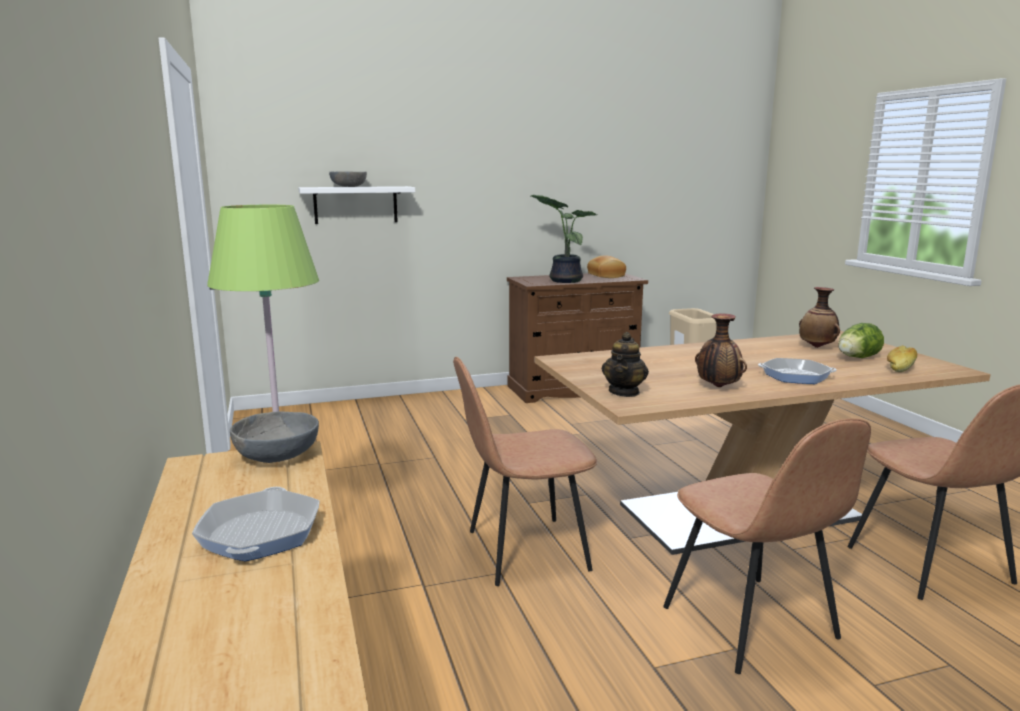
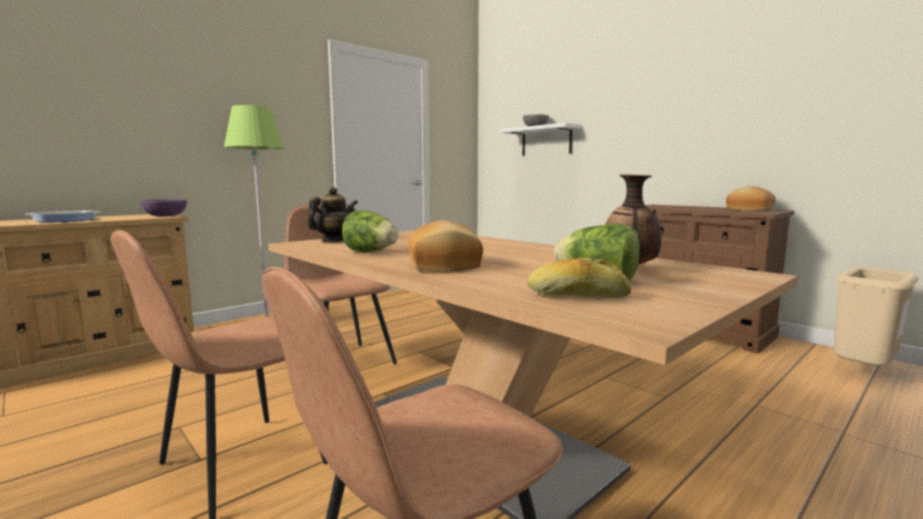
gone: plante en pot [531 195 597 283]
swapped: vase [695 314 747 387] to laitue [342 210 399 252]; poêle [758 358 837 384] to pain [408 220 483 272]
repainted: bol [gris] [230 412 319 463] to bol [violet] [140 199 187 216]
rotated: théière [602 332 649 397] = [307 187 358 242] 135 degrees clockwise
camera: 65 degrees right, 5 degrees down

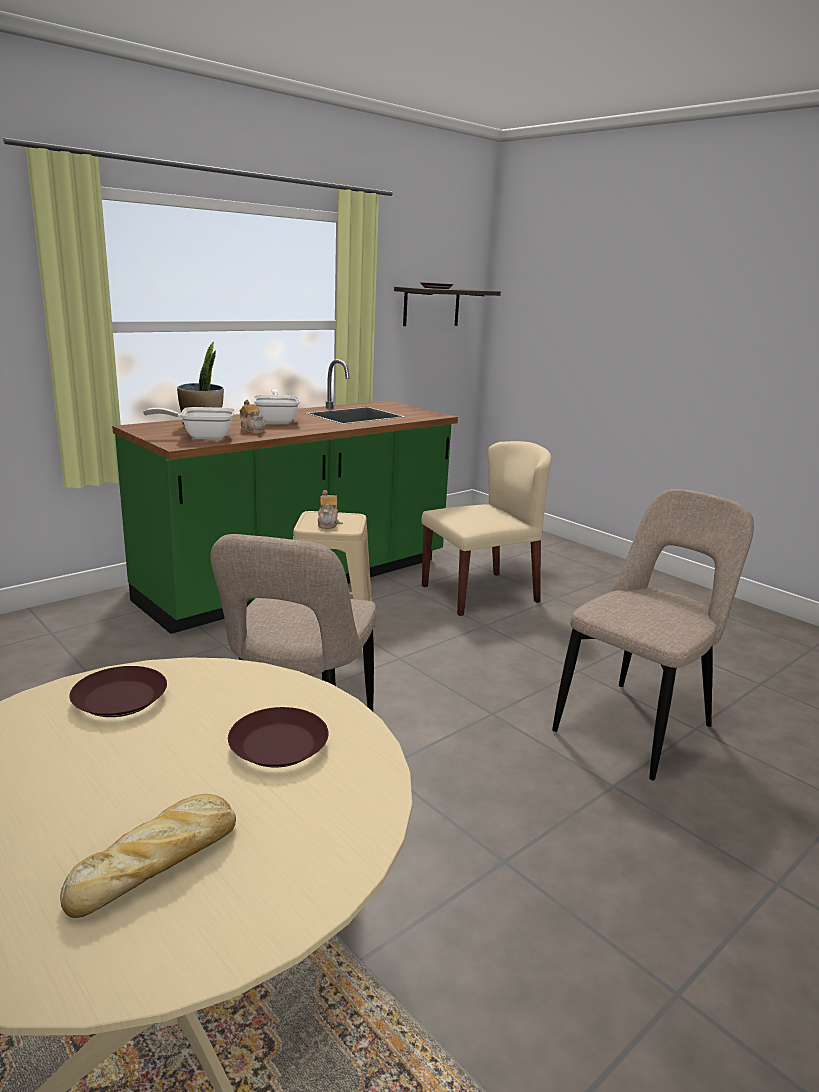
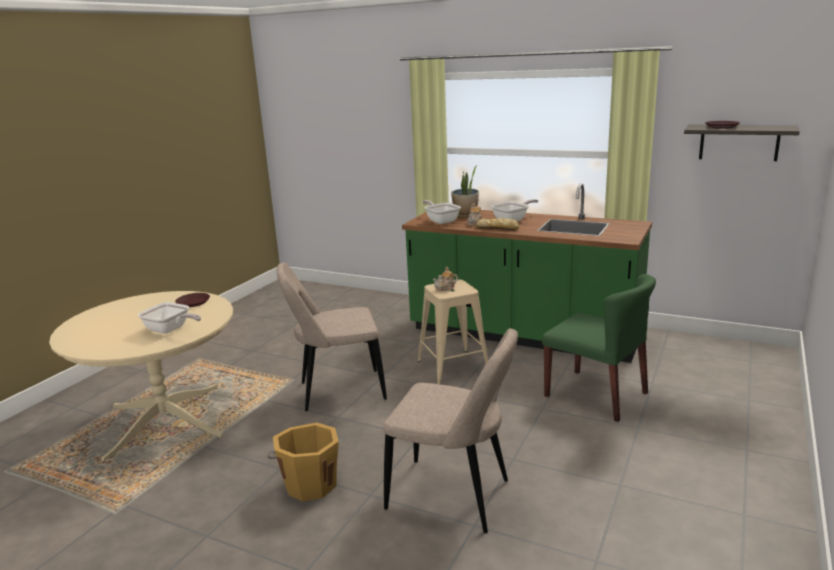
new: seau [orange] [267 423 345 501]
shifted: pain [60 794 236 918] to [476 218 519 230]
swapped: assiette [marron] [228 707 329 767] to poêle [137 302 201 334]
repainted: chaise [beige] [421 441 552 616] to chaise [vert] [542 274 656 422]
camera: 70 degrees right, 0 degrees up

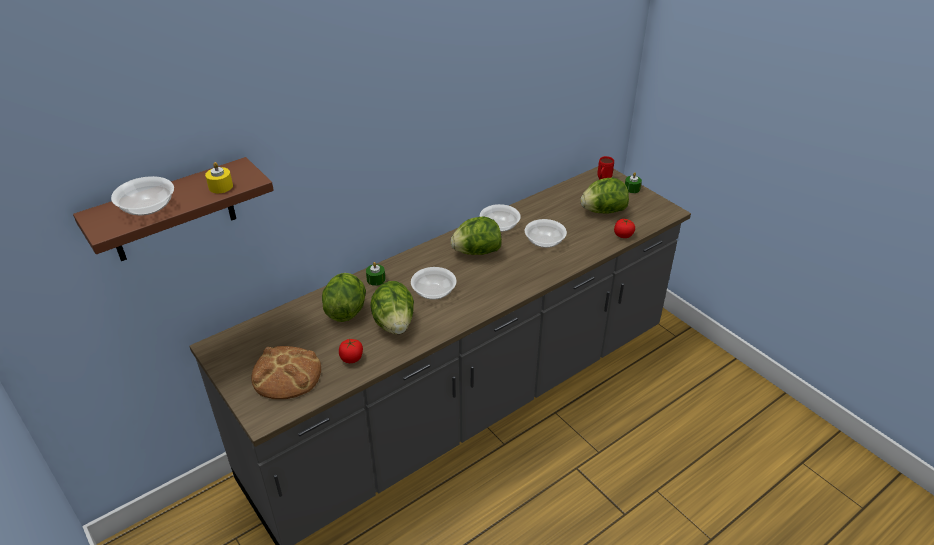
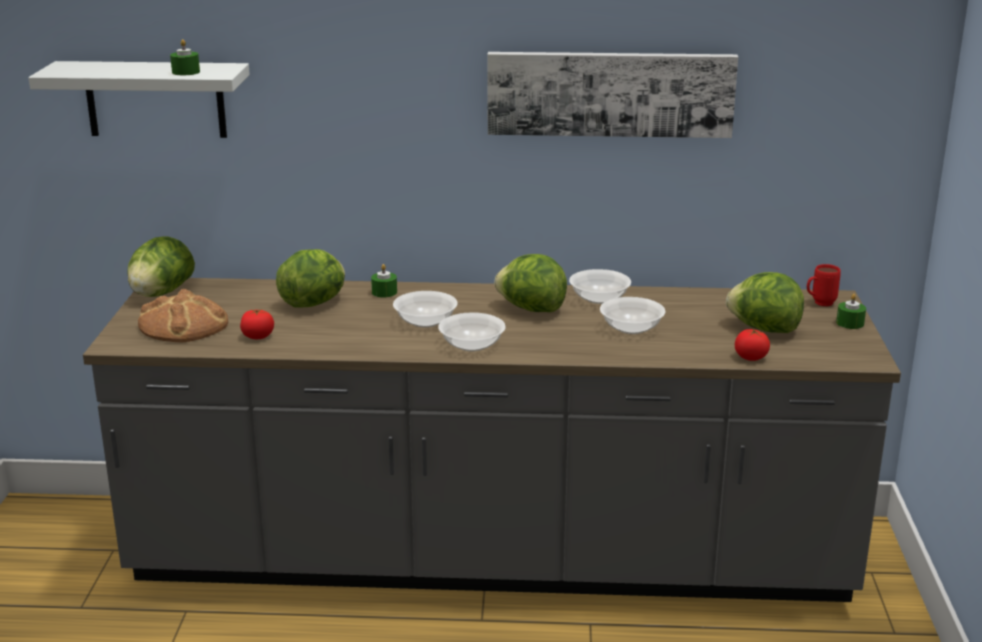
new: tableau [488 52 738 138]
shifted: bol [111 176 174 215] to [438 312 506 352]; laitue [370 281 414 334] to [127 236 195 297]
repainted: étagère [marron] [73 157 274 261] to étagère [blanc] [28 61 250 138]; bougie [jaune] [205 162 233 193] to bougie [vert] [170 39 200 75]
camera: 40 degrees right, 15 degrees down

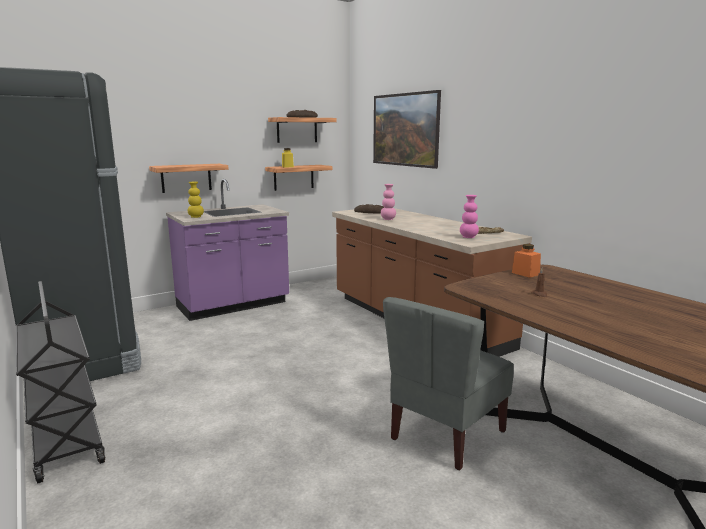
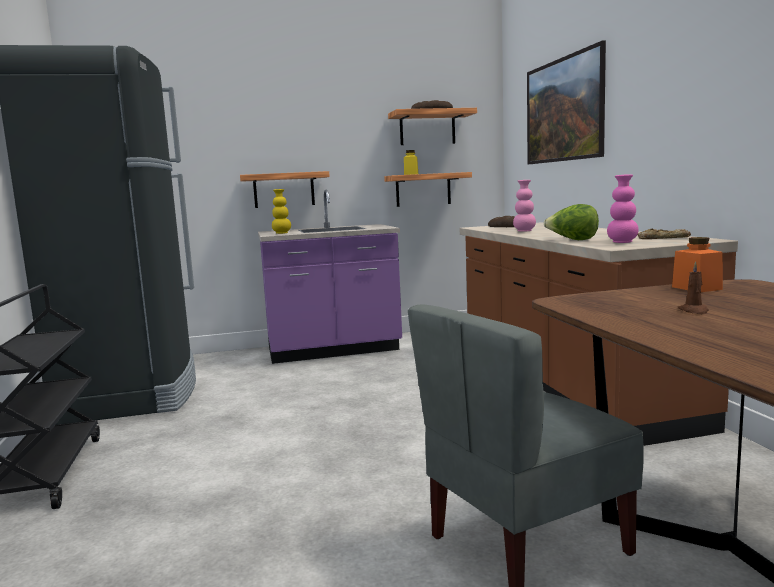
new: laitue [544 204 599 240]
camera: 20 degrees right, 5 degrees down

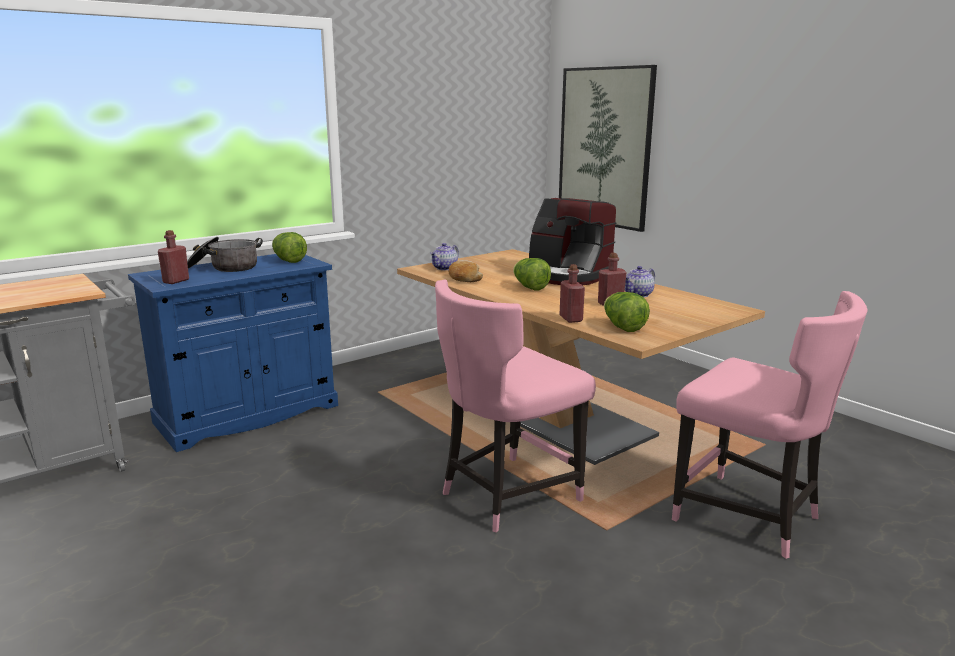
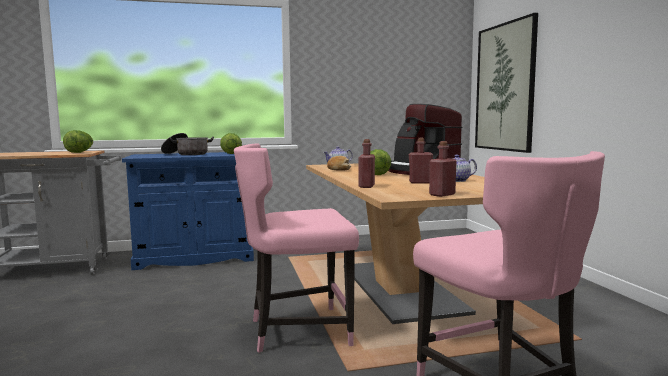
shifted: bouteille [rouge] [158 230 189 284] to [429 141 457 197]; laitue [604 292 650 332] to [63 130 93 153]
camera: 25 degrees right, 10 degrees down

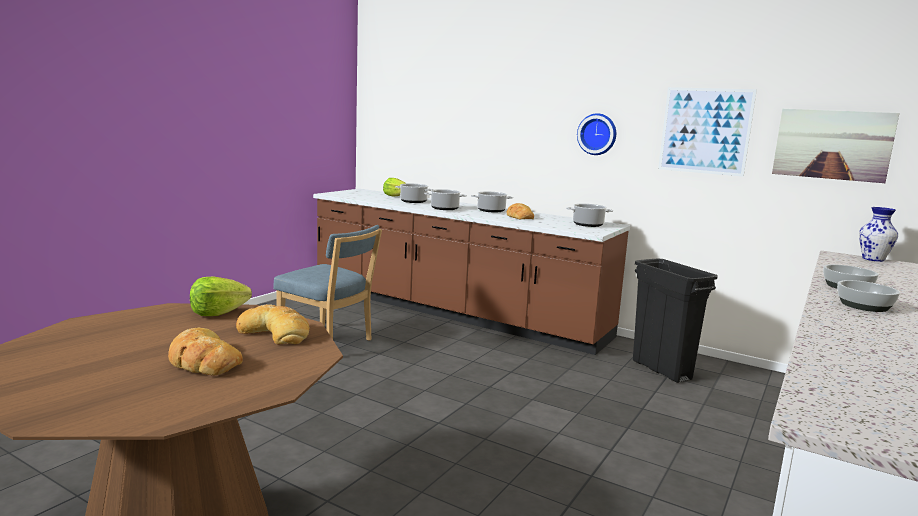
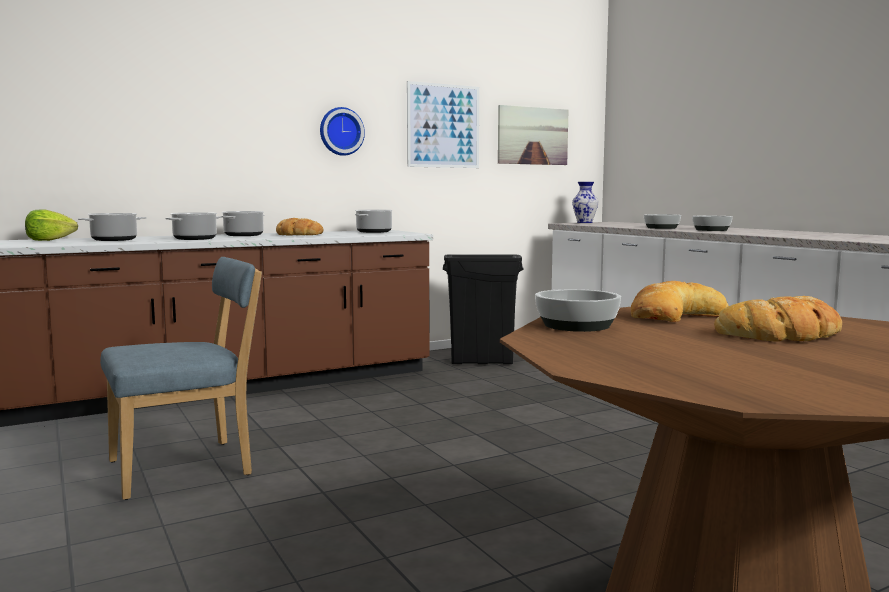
swapped: laitue [190 277 252 316] to bol [535 289 621 332]
camera: 60 degrees left, 5 degrees down

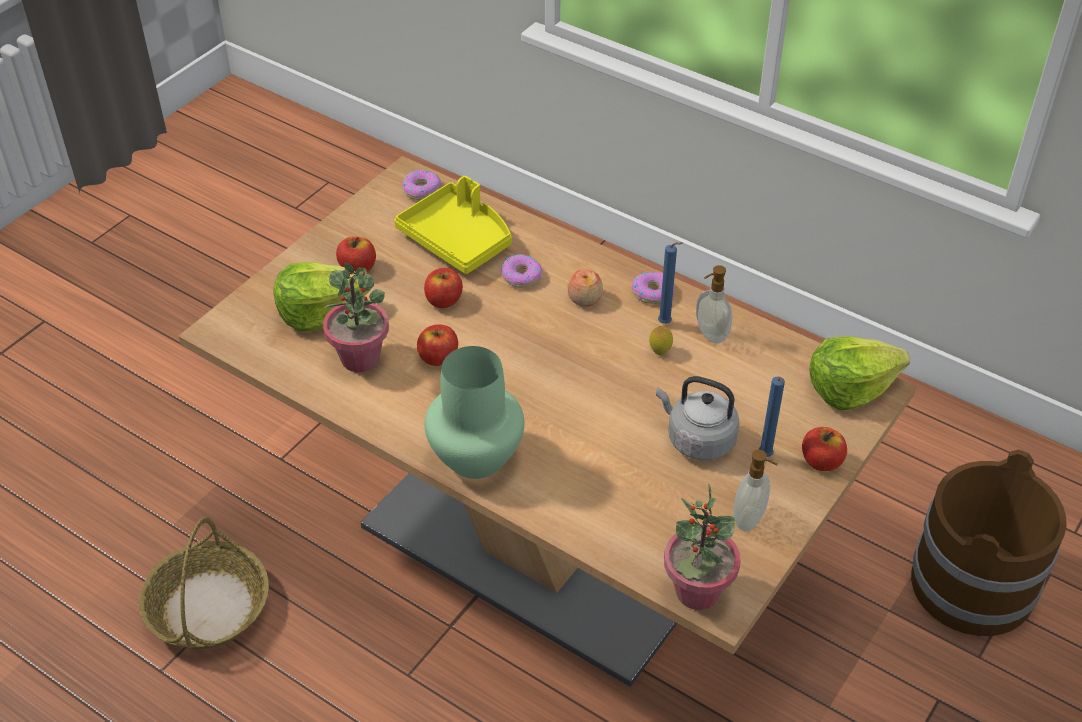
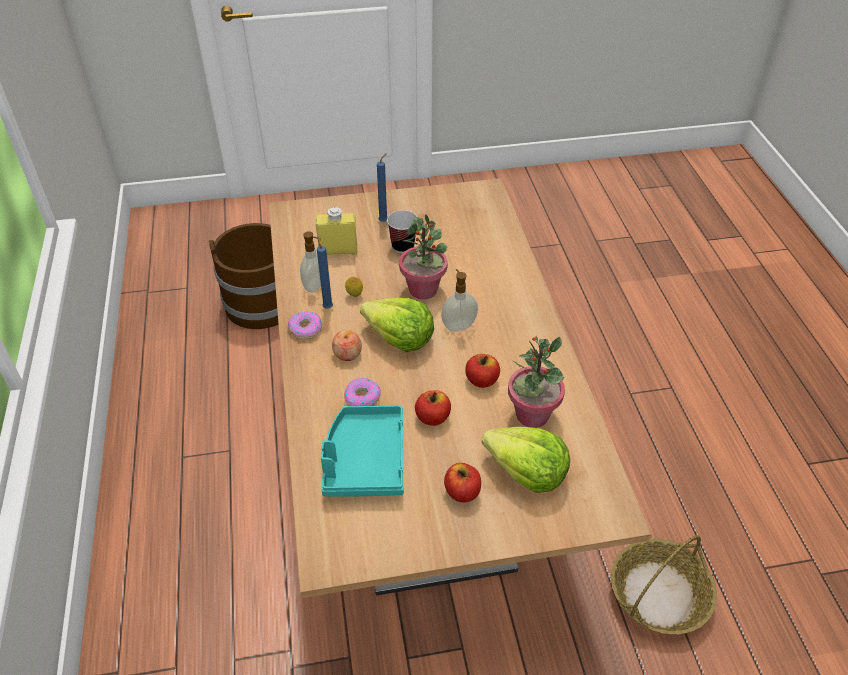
gone: beignet [402 170 441 200]; vase [vert] [424 346 524 479]; pomme [802 427 847 471]
new: bouteille [jaune] [316 207 357 255]
shifted: laitue [809 336 910 410] to [360 298 434 352]; distributeur de savon [733 449 778 531] to [441 269 478 331]; plante en pot [664 484 741 610] to [399 214 448 299]
swapped: bouilloire [gris] [656 376 739 460] to tasse [387 210 417 253]
repainted: plateau [jaune] [394 176 512 274] to plateau [turquoise] [321 406 404 497]
camera: 135 degrees left, 0 degrees up

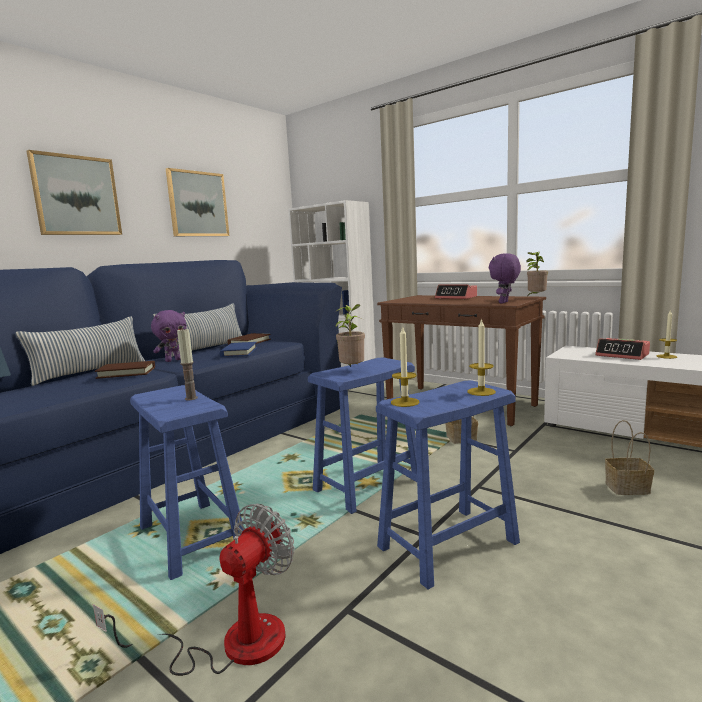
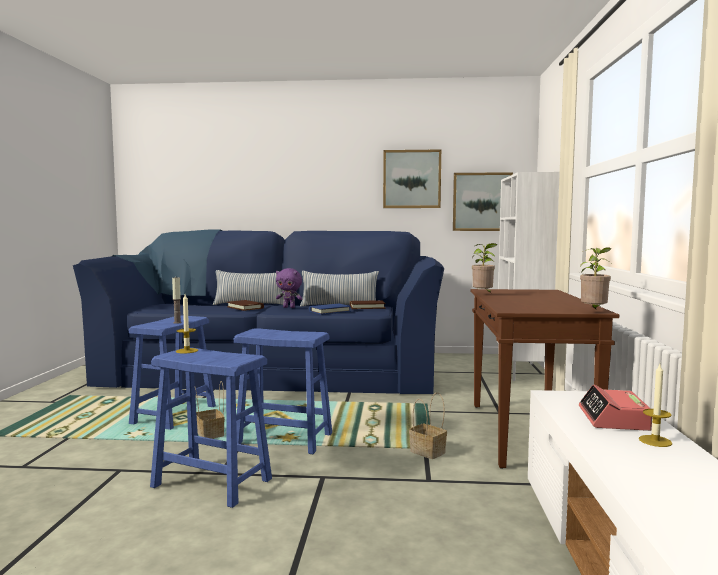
gone: peluche [violet] [489 253 521 304]; réveil [435 284 477 299]; bougie [467 318 496 396]; ventilateur [93 504 294 676]
shifted: tableau [27 150 122 235] to [453 172 513 231]; plante en pot [335 304 365 367] to [472 243 497 293]; panier [605 420 654 495] to [195 381 225 439]
camera: 55 degrees right, 5 degrees down

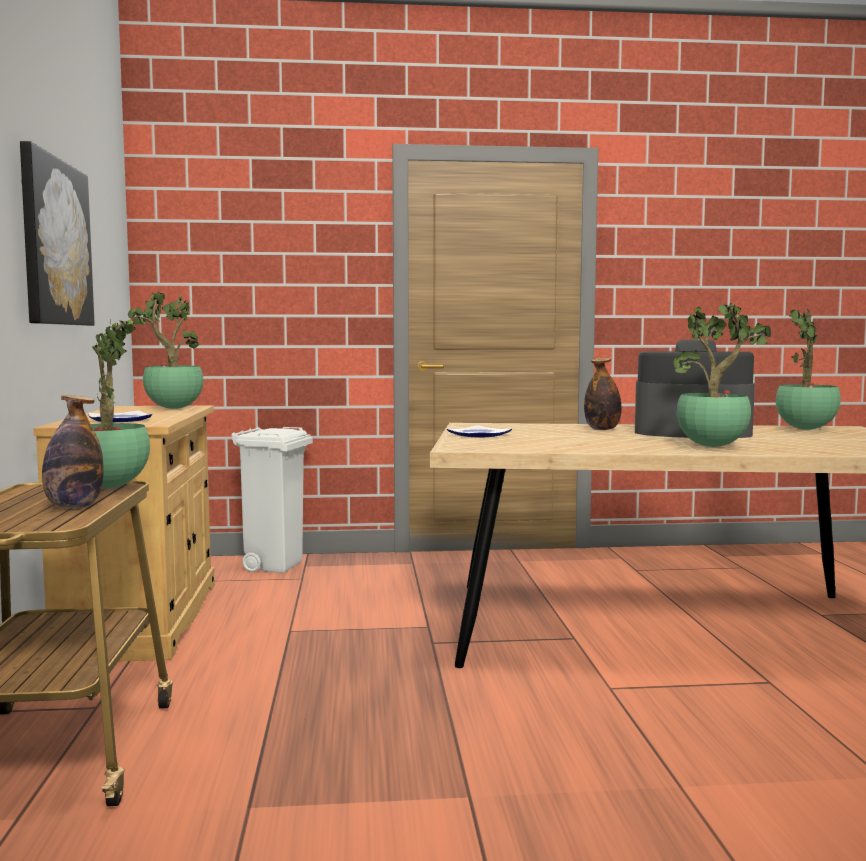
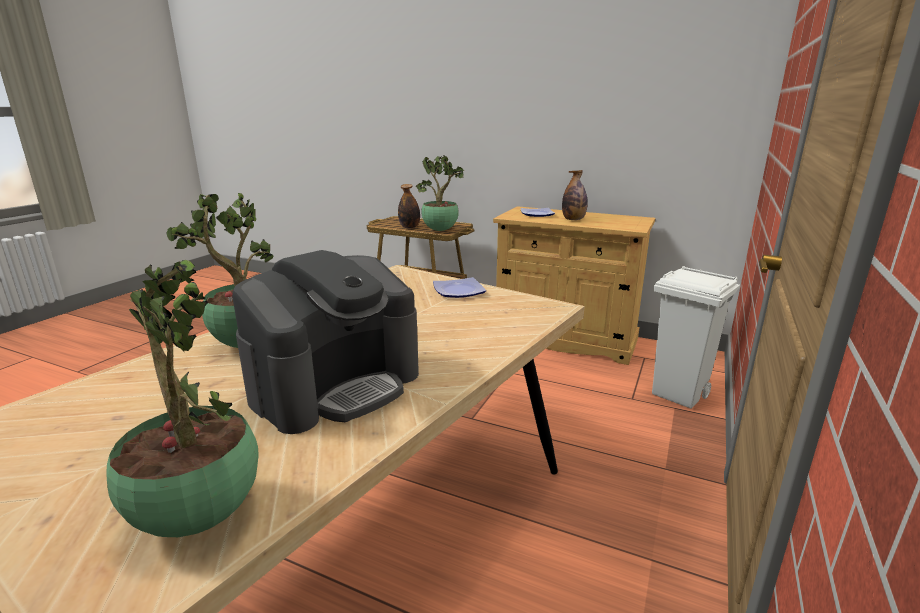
gone: tableau [20 141 95 326]; plante en pot [128 291 203 409]
shifted: bouteille [584 358 622 430] to [562 170 588 220]
camera: 120 degrees right, 15 degrees up

